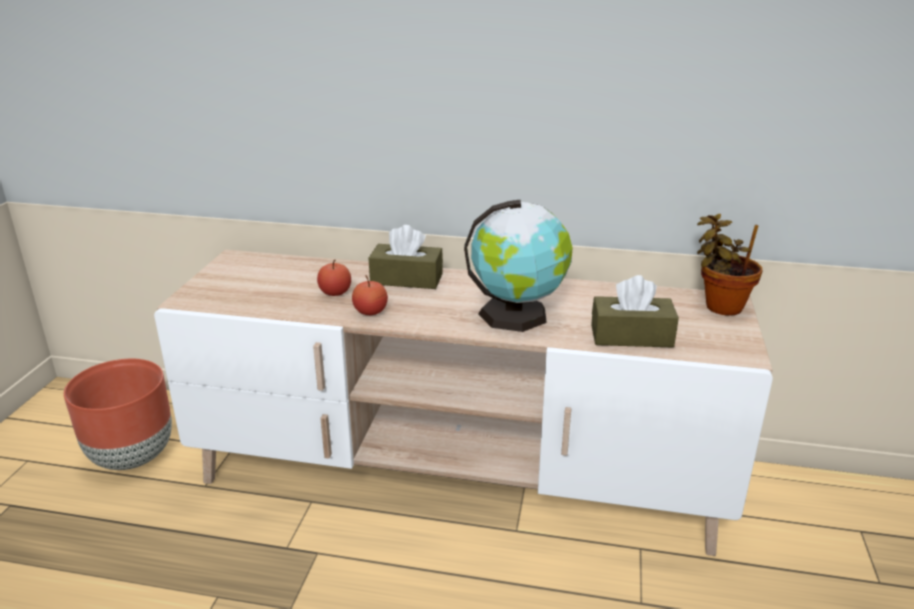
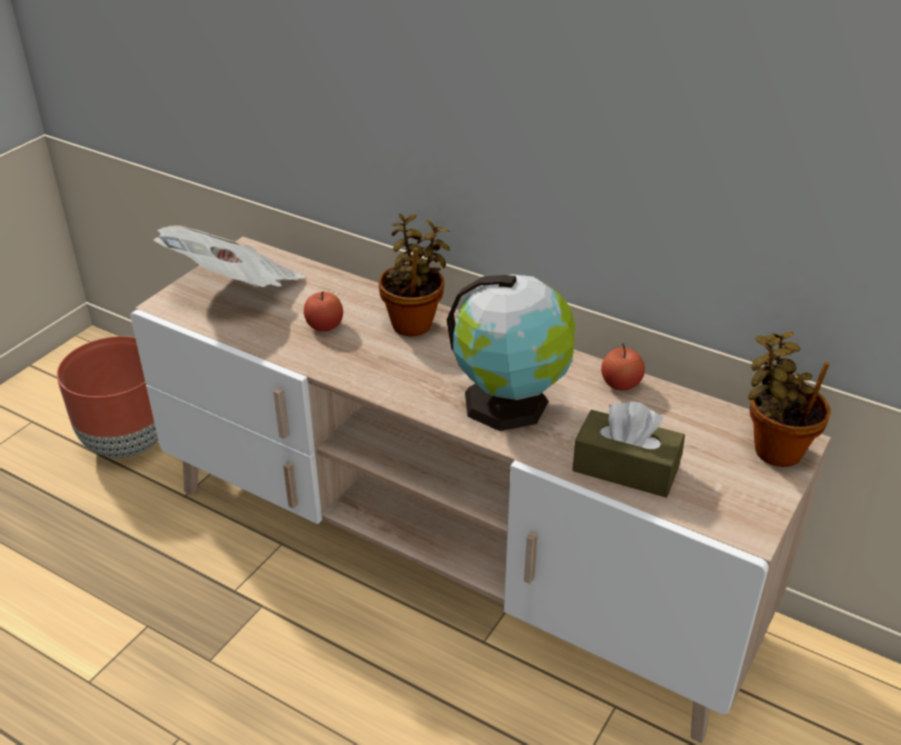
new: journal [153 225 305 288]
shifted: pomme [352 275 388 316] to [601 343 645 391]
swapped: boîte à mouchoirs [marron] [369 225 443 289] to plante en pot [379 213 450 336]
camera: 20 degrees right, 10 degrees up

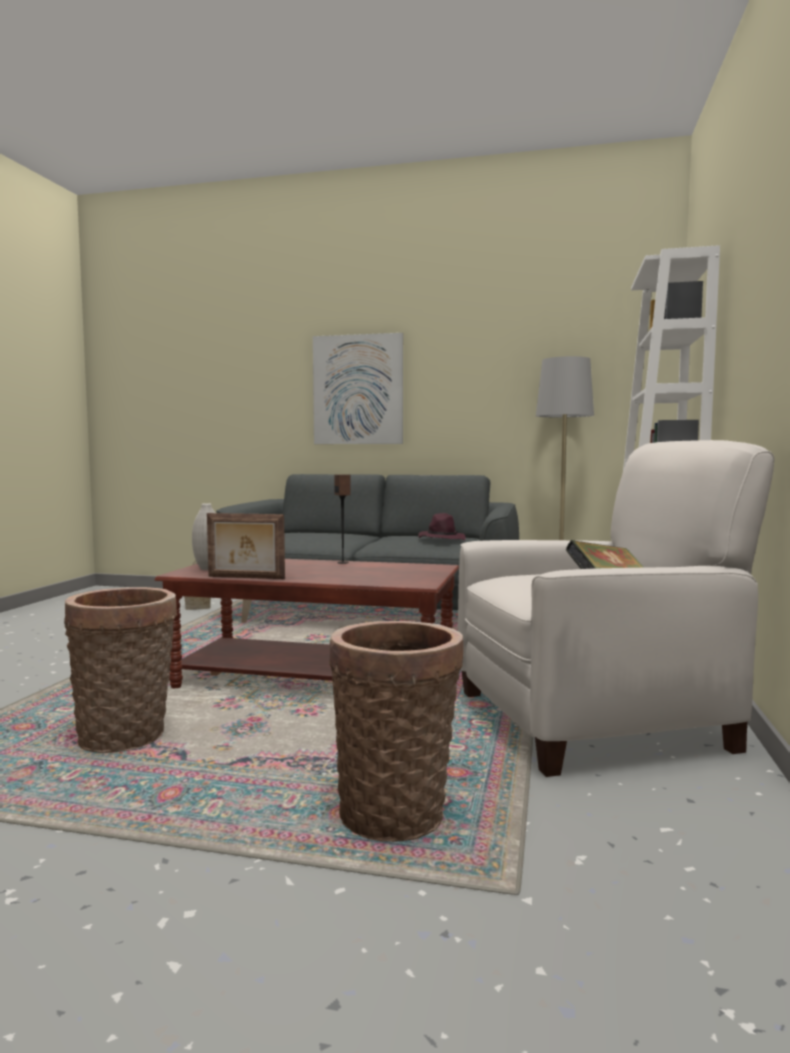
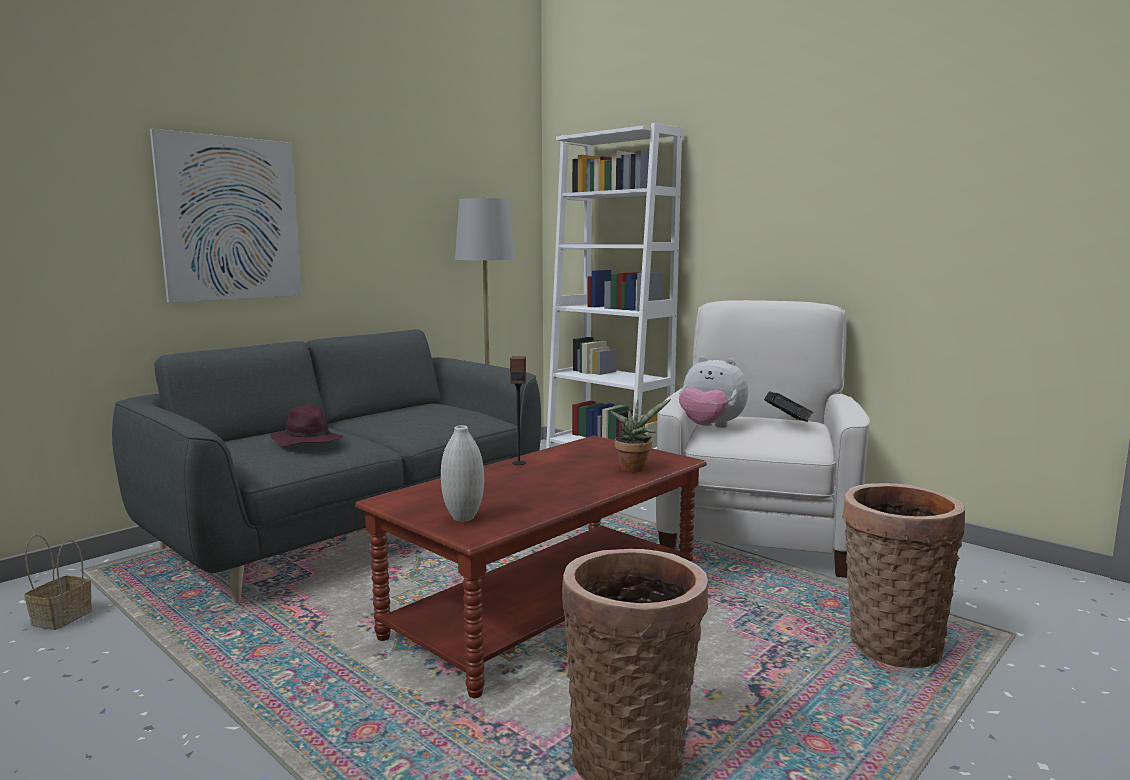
gone: cadre photo [207 513 285 579]
new: peluche [679 356 748 428]; plante en pot [610 399 671 472]
shifted: chapeau [violet] [418 513 466 541] to [270 405 343 447]
camera: 60 degrees left, 5 degrees up

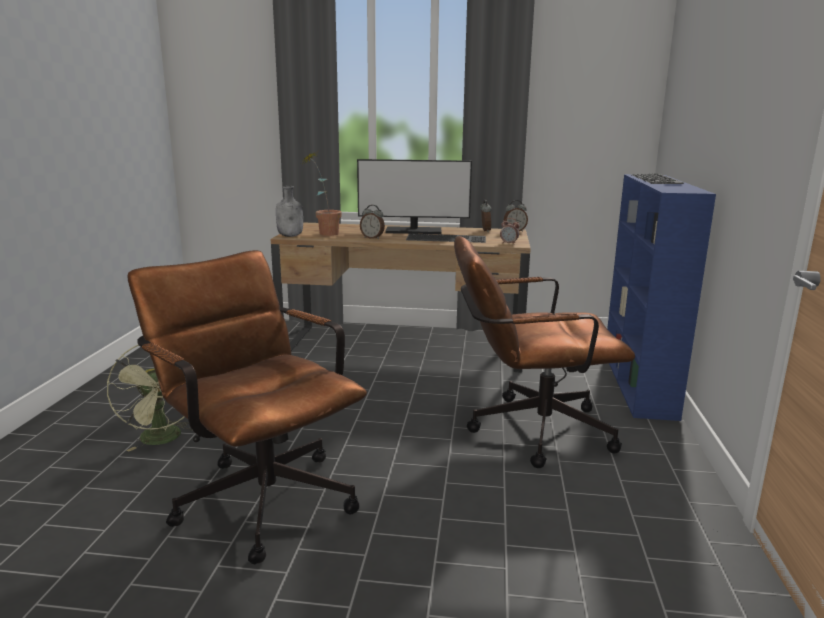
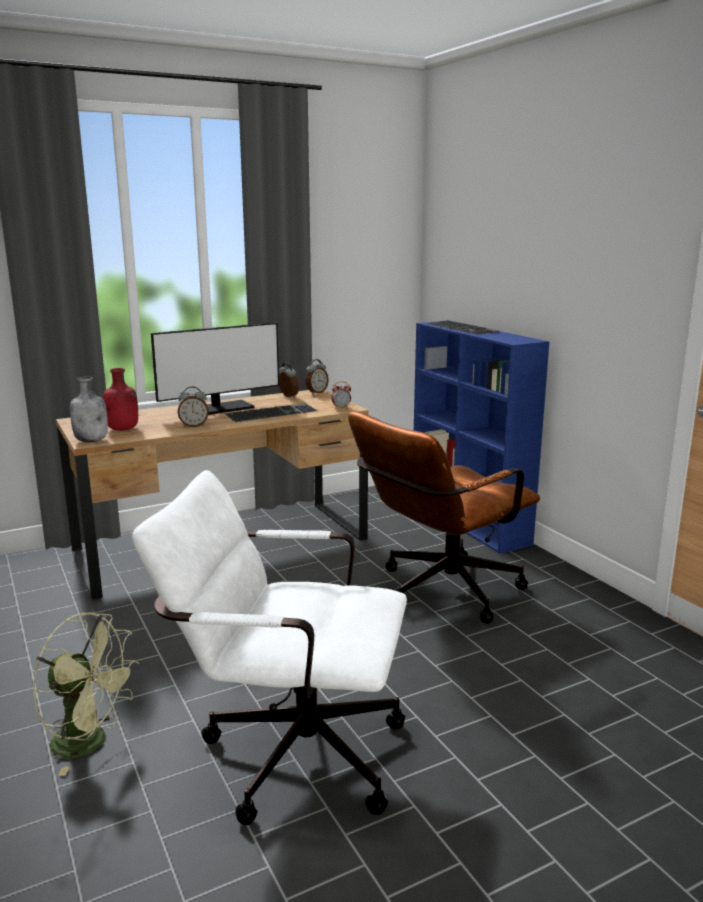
swapped: plante en pot [301 152 342 236] to bouteille [rouge] [103 368 138 431]
repainted: chaise de bureau [marron] [127 250 367 564] to chaise de bureau [blanc] [132 470 407 825]
camera: 35 degrees left, 0 degrees up

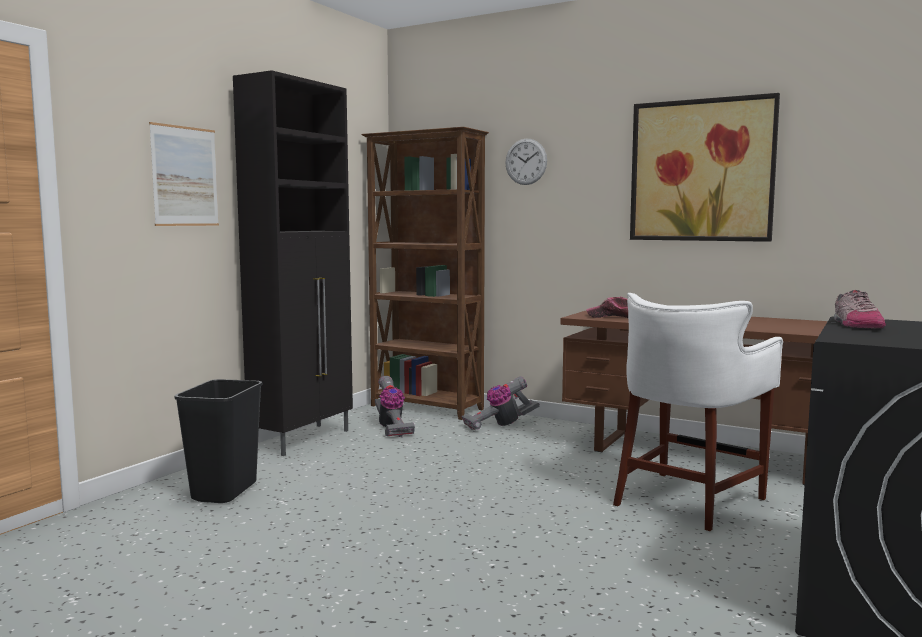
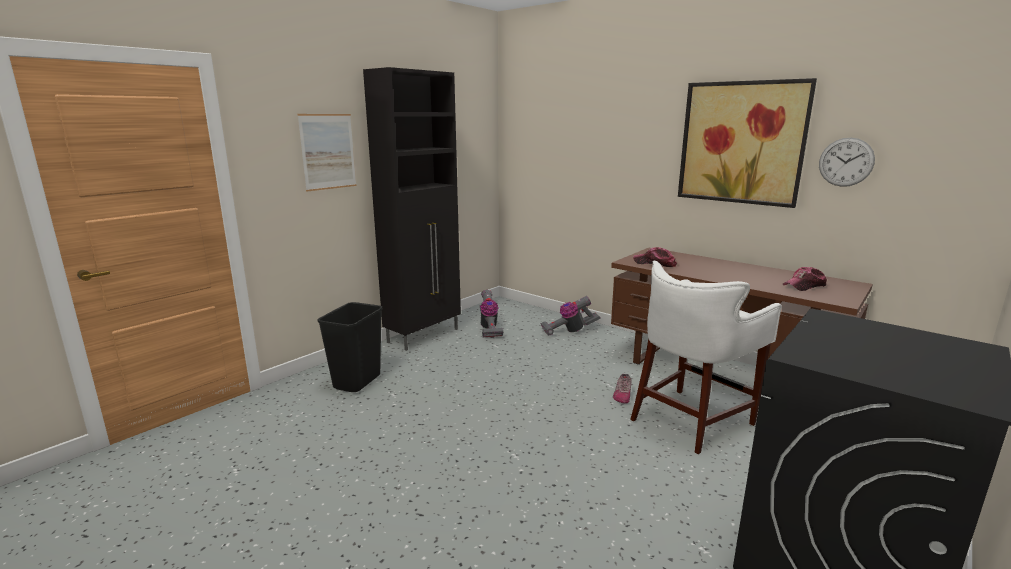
gone: bibliothèque [marron] [361 127 489 420]
new: casquette [783 267 827 291]
shifted: horloge murale [505 138 547 185] to [819 138 875 187]; chaussure [834 290 886 328] to [613 374 632 404]
camera: 10 degrees right, 10 degrees up

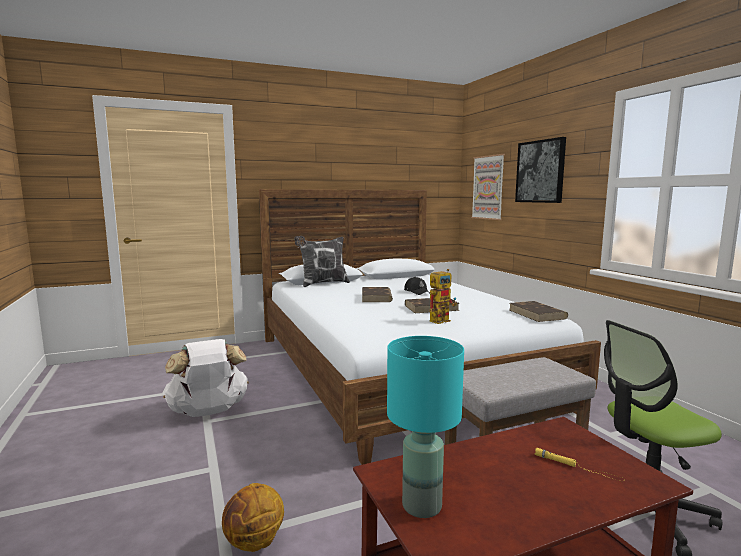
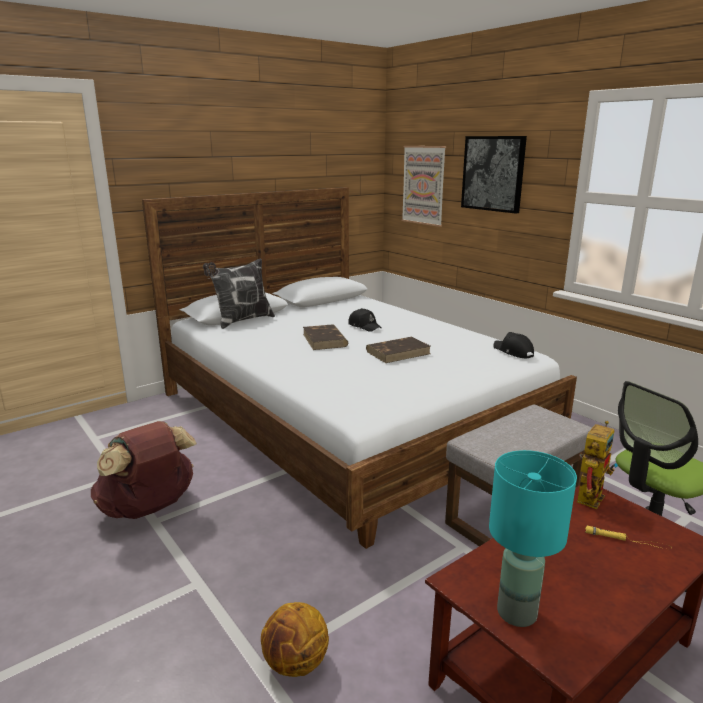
shifted: robot jouet [429 269 457 324] to [577 421 618 509]
swapped: livre [marron] [510 301 568 322] to casquette [noir] [493 332 534 358]
repainted: sac à dos [blanc] [163 339 249 417] to sac à dos [marron] [91 421 197 519]
camera: 15 degrees left, 10 degrees up

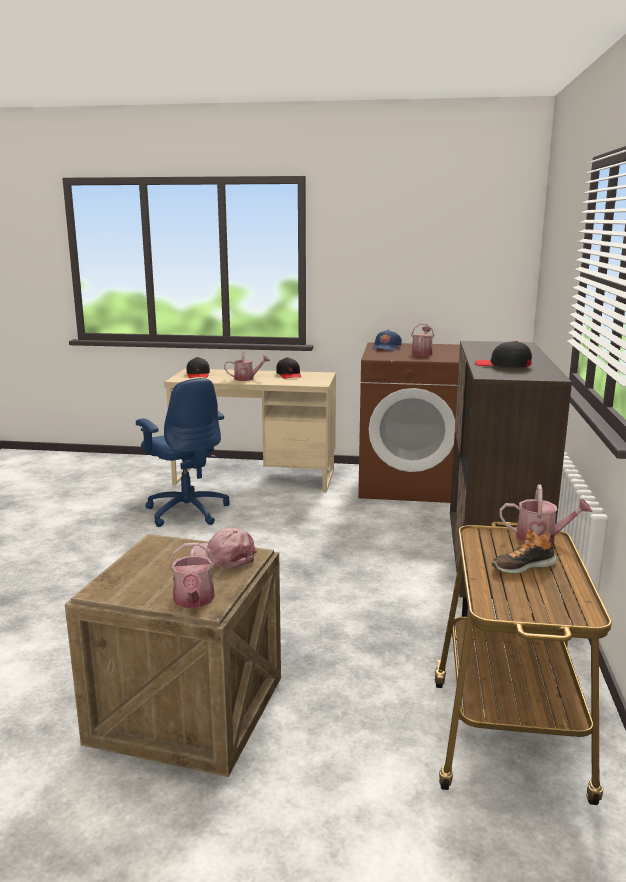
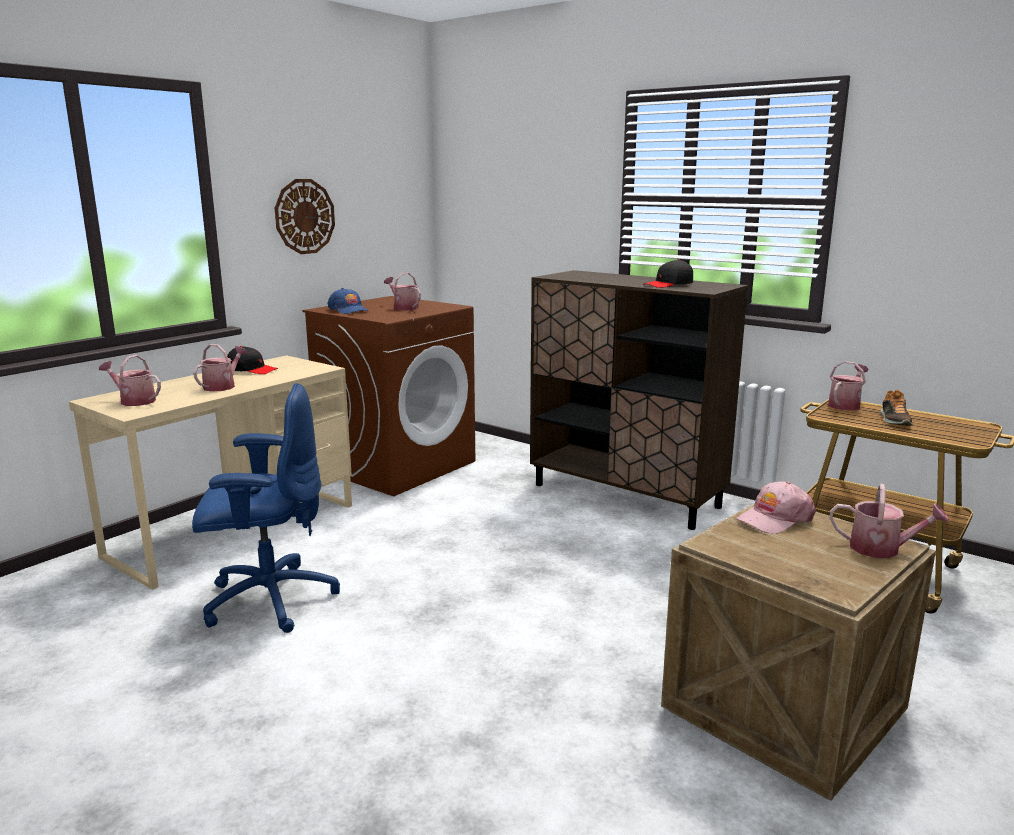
new: horloge murale [275 179 335 254]
swapped: casquette [noir] [187 357 210 378] to arrosoir [99 355 161 406]
camera: 60 degrees left, 0 degrees up

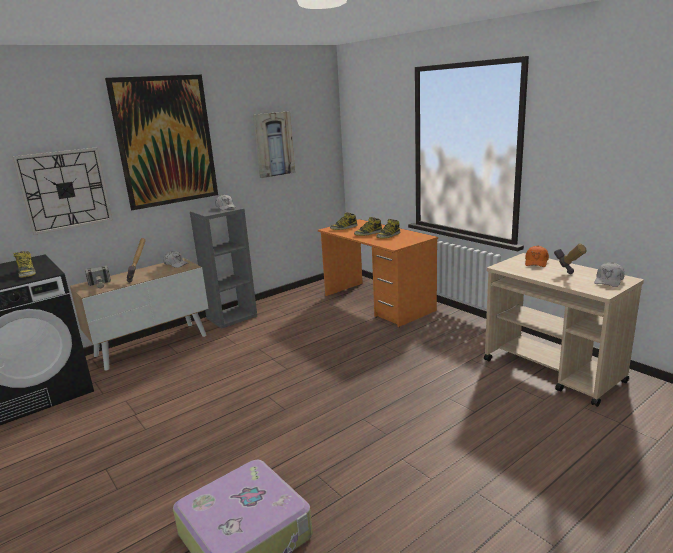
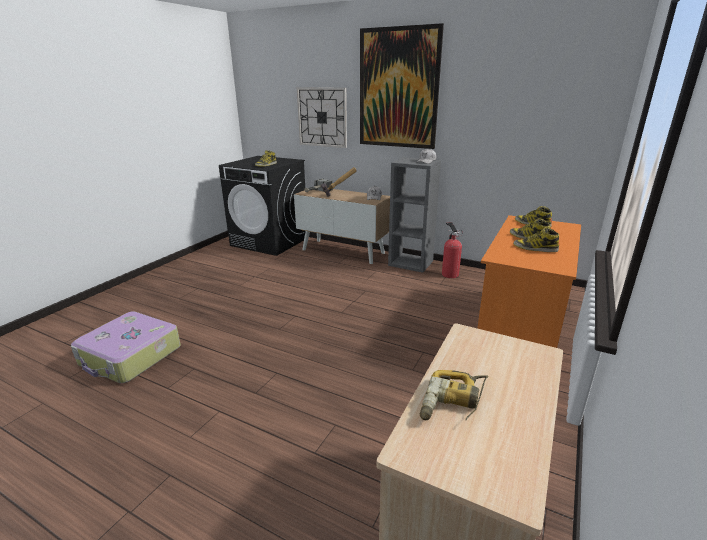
gone: tableau [253 111 295 178]; casquette [orange] [525 246 549 267]; casquette [blanc] [594 262 625 287]
new: extincteur [442 222 463 278]
swapped: marteau [554 244 587 274] to perceuse [420 370 489 420]
camera: 65 degrees right, 5 degrees up

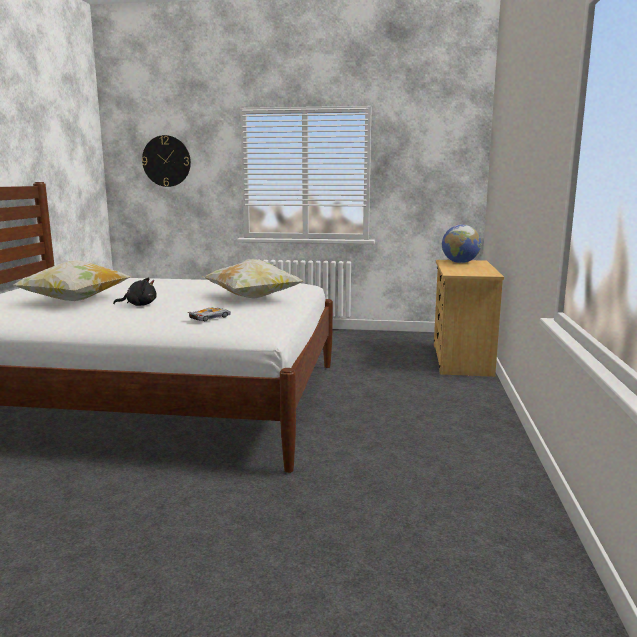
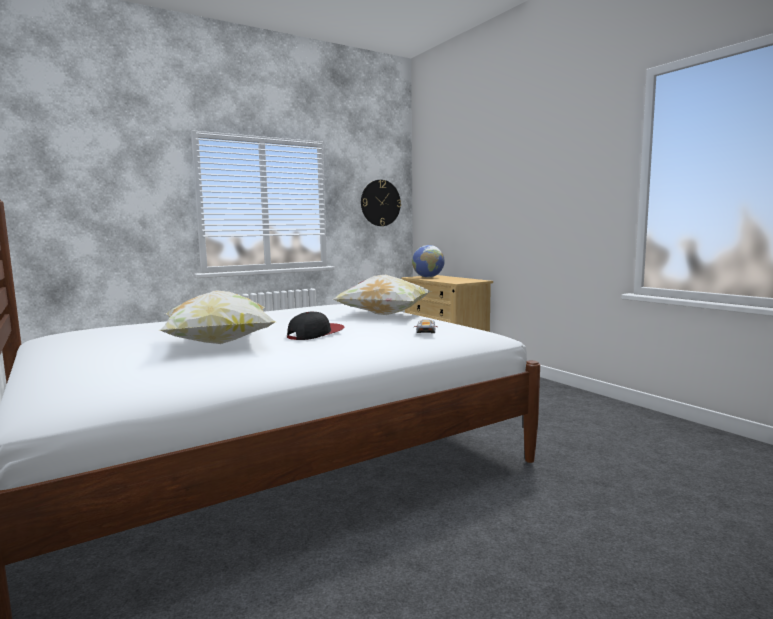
shifted: horloge murale [142 135 191 187] to [361 180 401 226]
swapped: peluche [noir] [113 278 157 306] to casquette [287 312 345 340]
camera: 40 degrees left, 5 degrees down

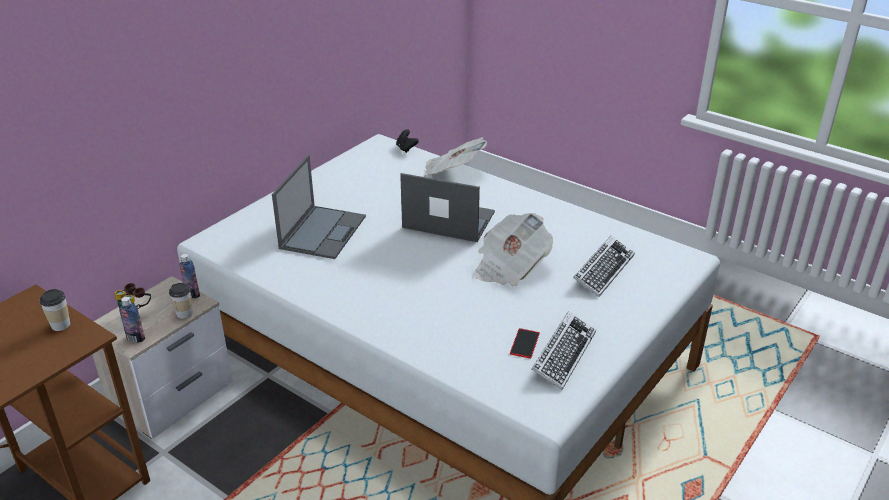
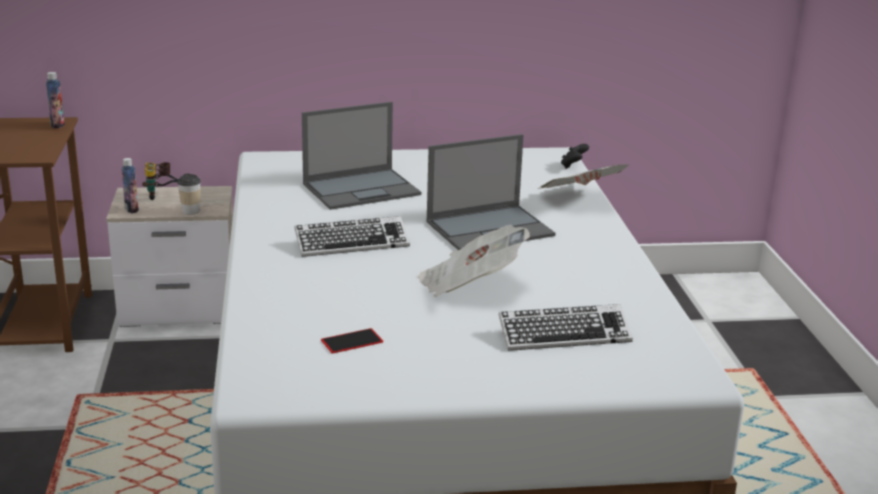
gone: tasse [39 289 70 331]
shifted: bouteille [179 254 200 298] to [46 72 65 128]; clavier [532 311 596 390] to [295 216 410 257]
rotated: ordinateur portable [400 173 495 242] = [426 134 555 250] 90 degrees clockwise
camera: 45 degrees right, 10 degrees down

